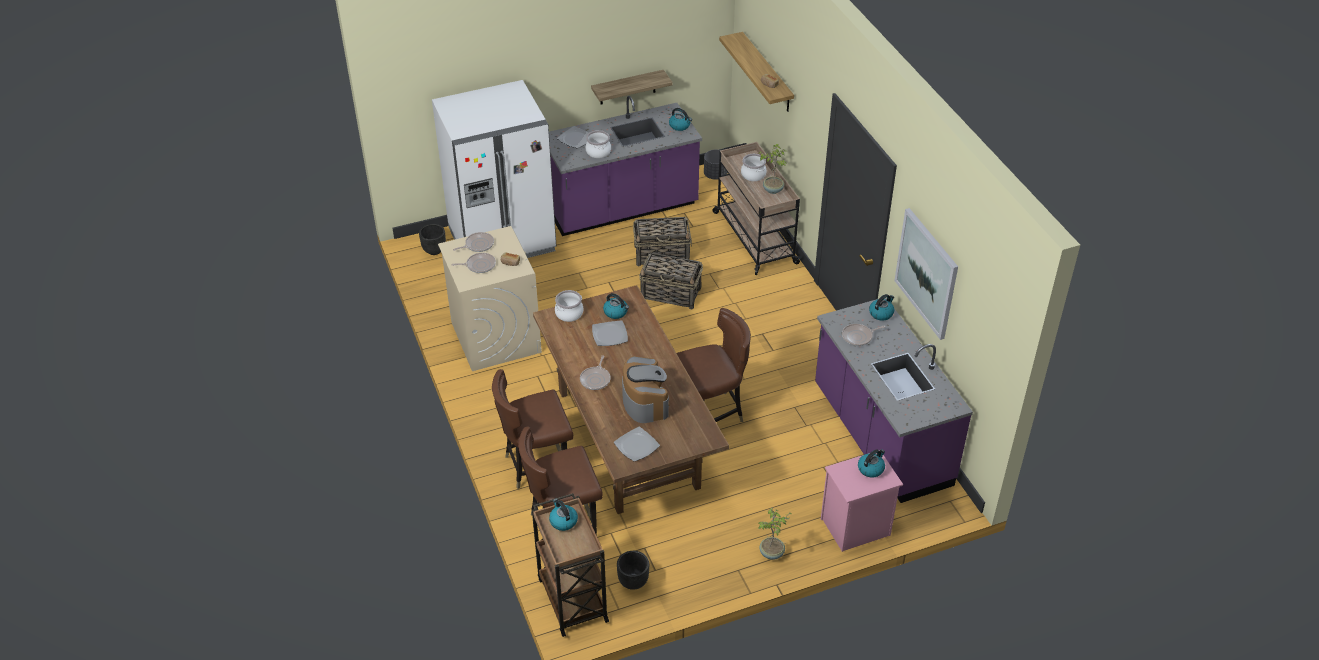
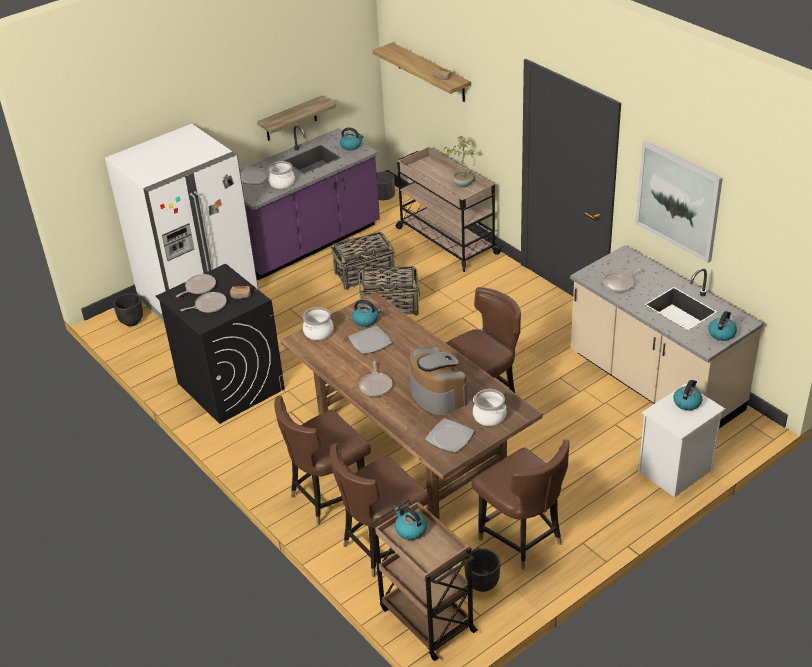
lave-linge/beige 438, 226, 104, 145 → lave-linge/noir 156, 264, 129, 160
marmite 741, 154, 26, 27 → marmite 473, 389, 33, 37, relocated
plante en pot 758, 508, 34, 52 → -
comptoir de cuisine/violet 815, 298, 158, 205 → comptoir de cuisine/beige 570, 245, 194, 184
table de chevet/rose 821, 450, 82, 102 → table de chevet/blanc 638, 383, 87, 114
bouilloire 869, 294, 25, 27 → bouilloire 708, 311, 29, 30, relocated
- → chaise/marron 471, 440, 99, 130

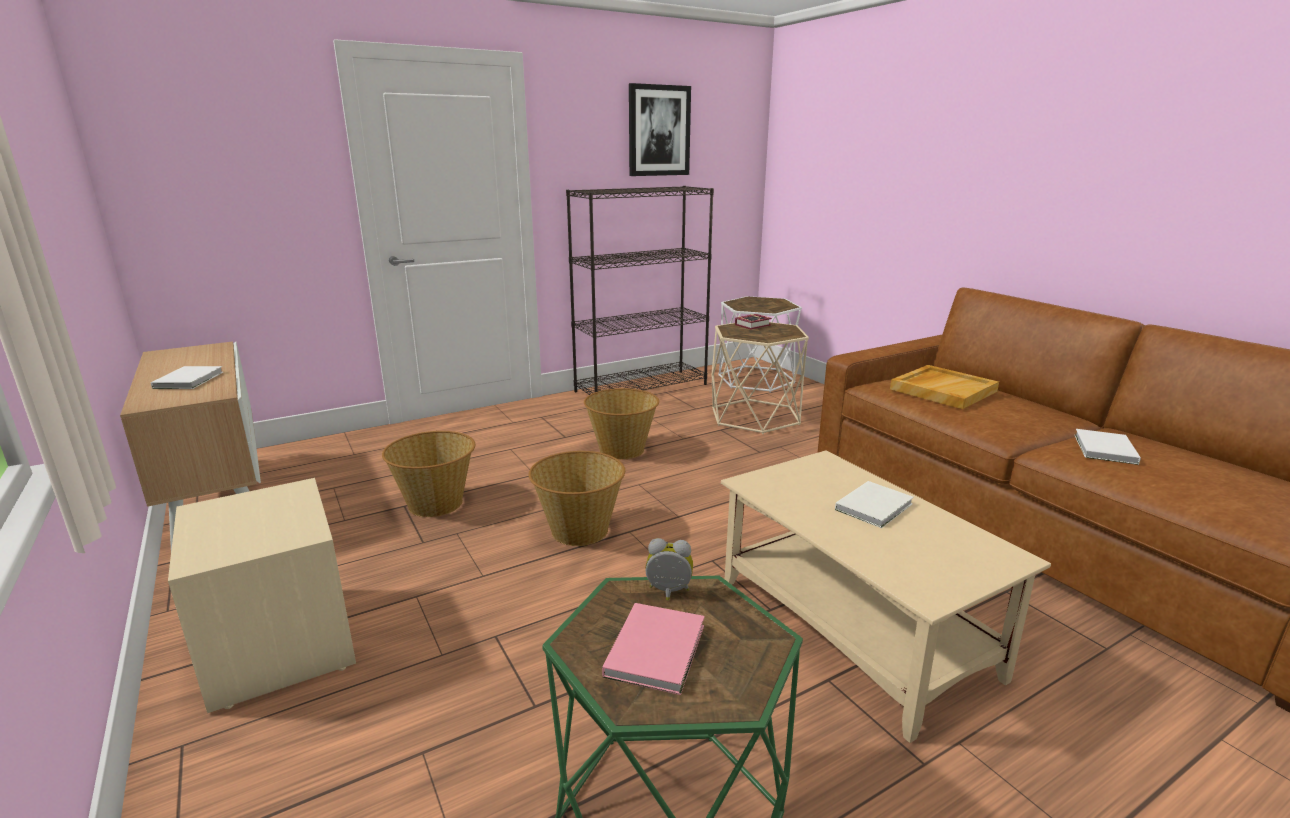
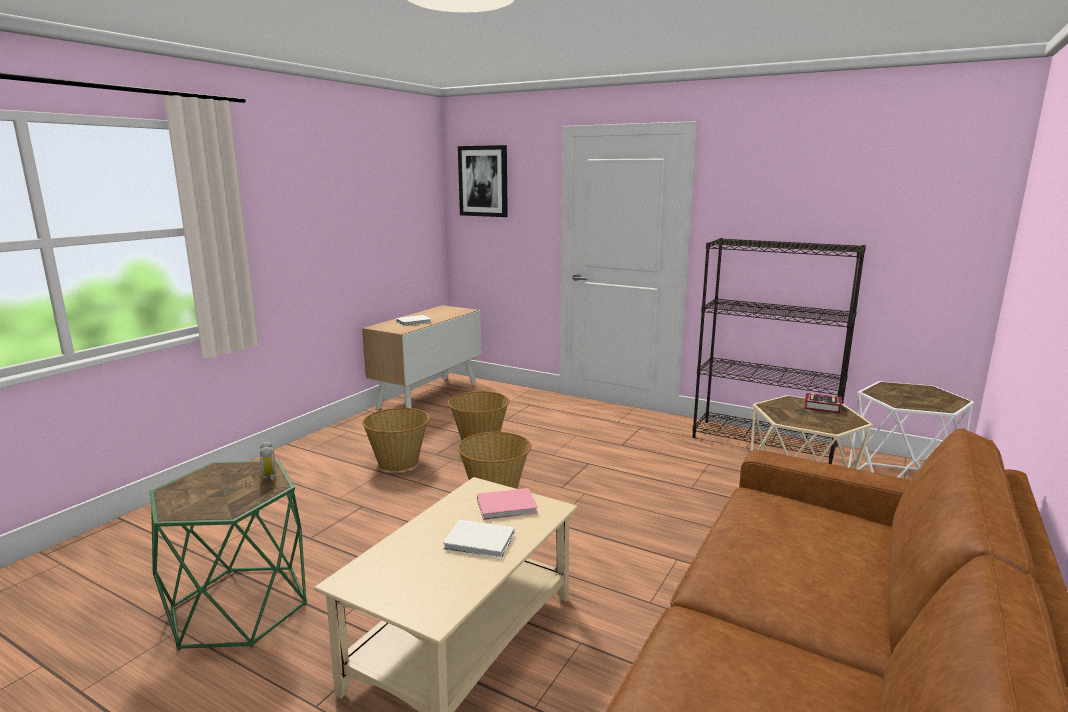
table de chevet/beige 168, 478, 188, 235 → -
panier 584, 388, 75, 72 → panier 362, 408, 68, 63, relocated
livre/rose 602, 603, 102, 92 → livre/rose 477, 488, 61, 32, relocated
tableau 629, 83, 62, 93 → tableau 458, 145, 50, 72, relocated
plateau/beige 890, 365, 109, 44 → -
livre/blanc 1075, 429, 66, 36 → -

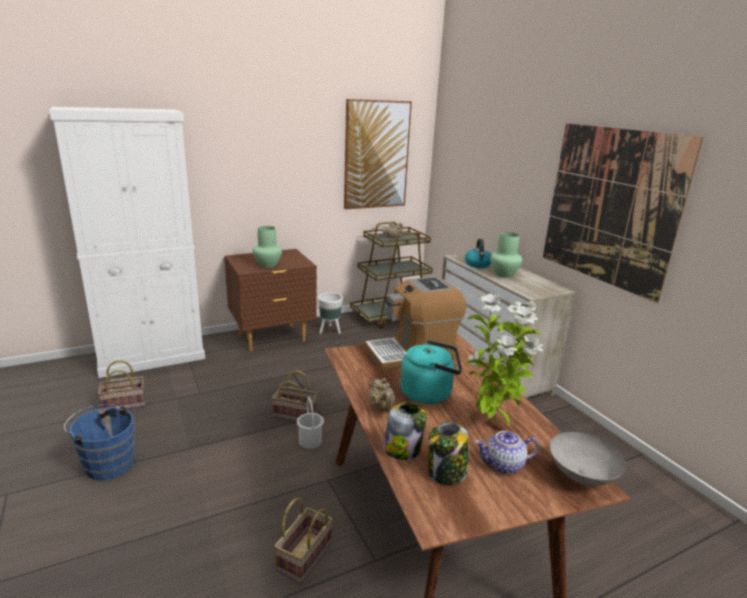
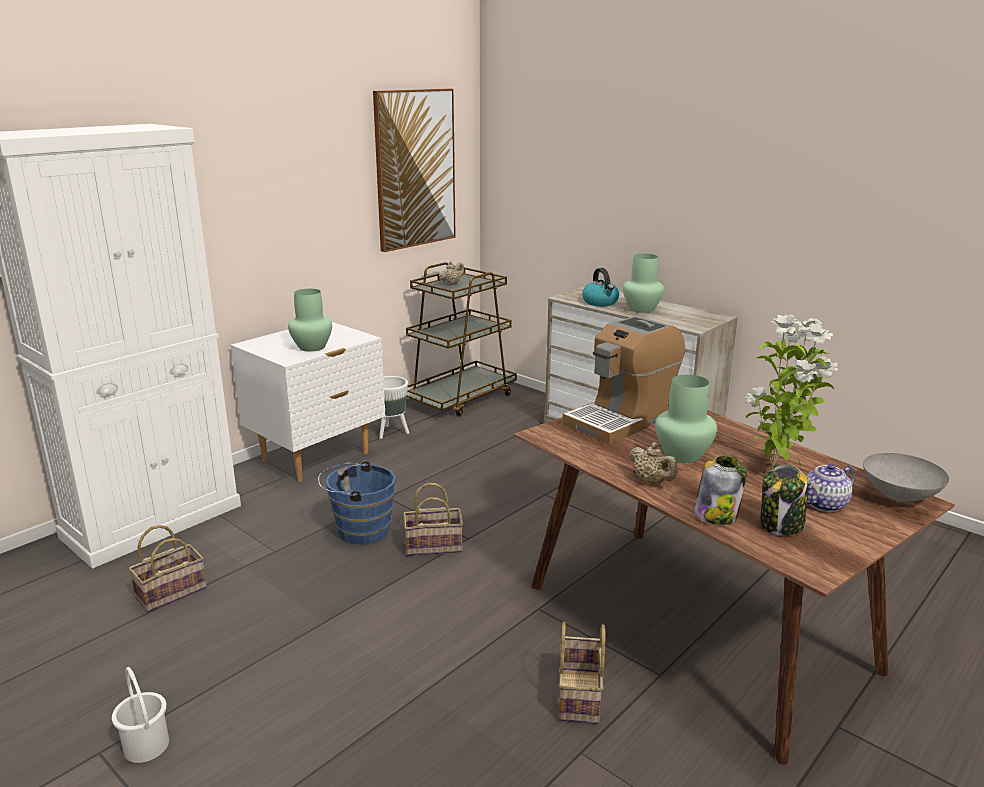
seau/bleu 64, 404, 70, 76 → seau/bleu 318, 461, 78, 84, relocated
table de chevet/marron 224, 249, 93, 102 → table de chevet/blanc 231, 322, 154, 160
seau/blanc 297, 397, 27, 52 → seau/blanc 112, 667, 57, 96, relocated
bouilloire/turquoise 400, 340, 62, 64 → vase/vert 655, 375, 62, 88
tableau 543, 123, 161, 180 → -

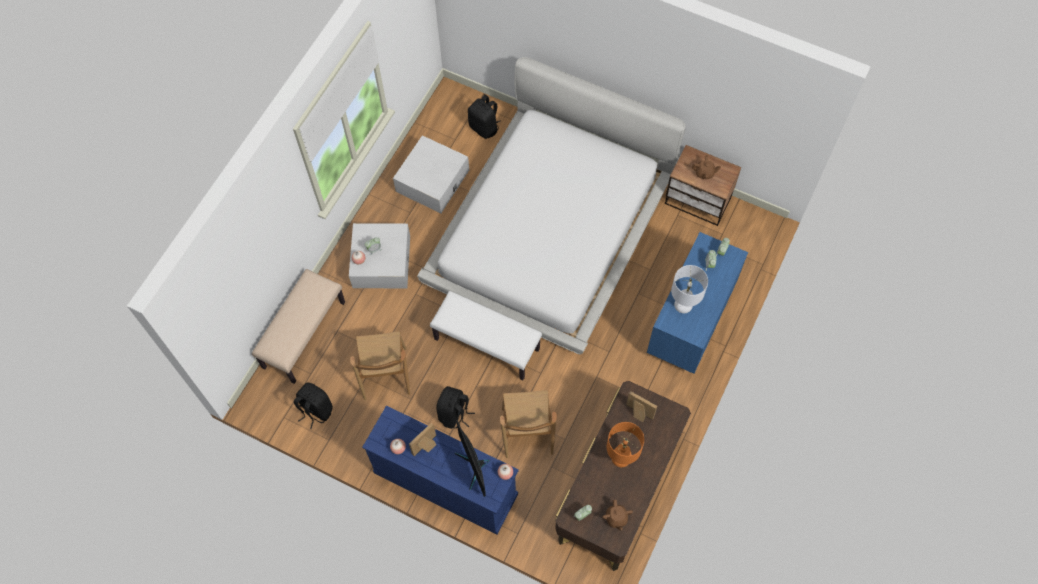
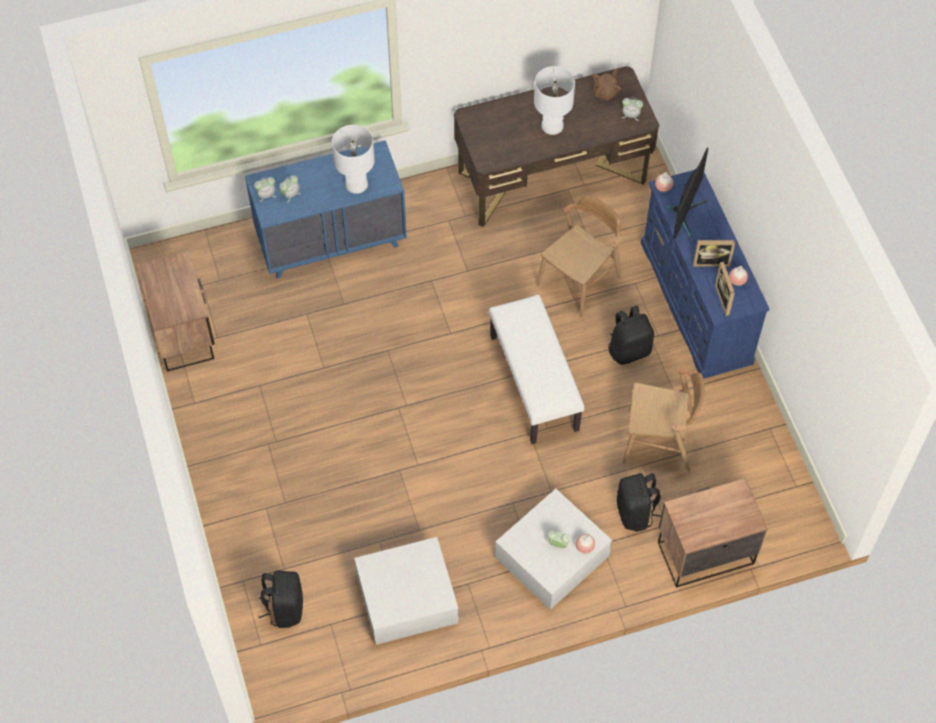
banc/beige 252, 269, 93, 115 → table de chevet 658, 478, 110, 110
sac à dos/noir 294, 383, 39, 46 → sac à dos/noir 617, 473, 44, 59, relocated
chaise/marron 350, 331, 60, 70 → chaise/marron 623, 367, 81, 105, 60 degrees clockwise
lit/blanc 417, 57, 269, 297 → -
lampe de table/orange 607, 422, 37, 45 → lampe de table/blanc 534, 66, 41, 69
cadre photo 626, 391, 31, 31 → cadre photo 715, 262, 20, 54, relocated
théière/marron 692, 155, 29, 24 → -

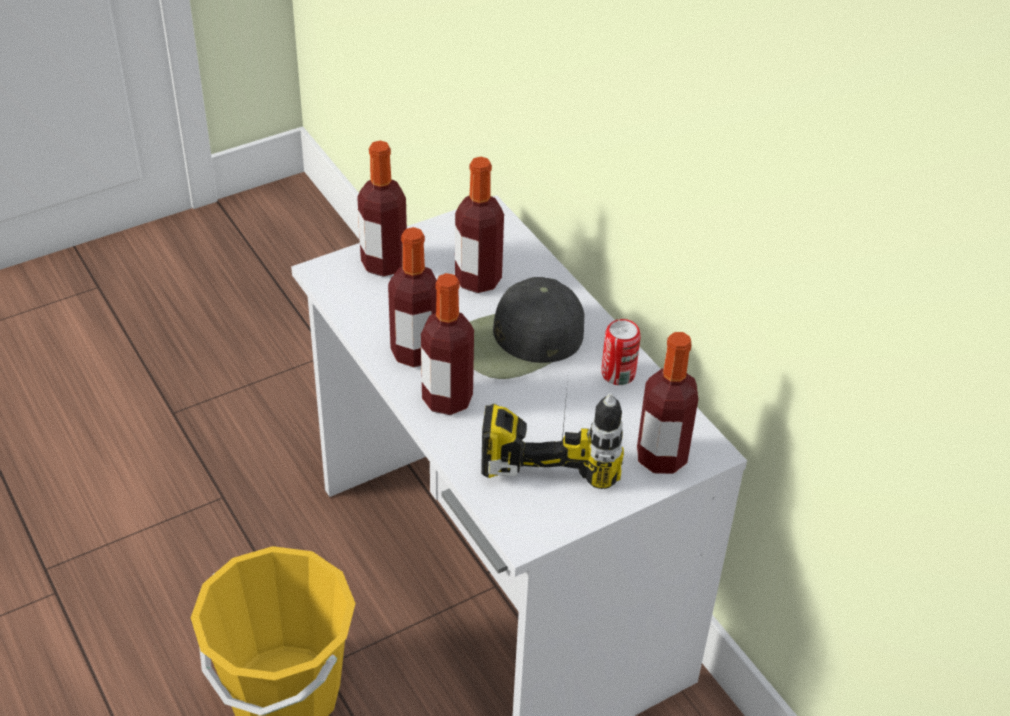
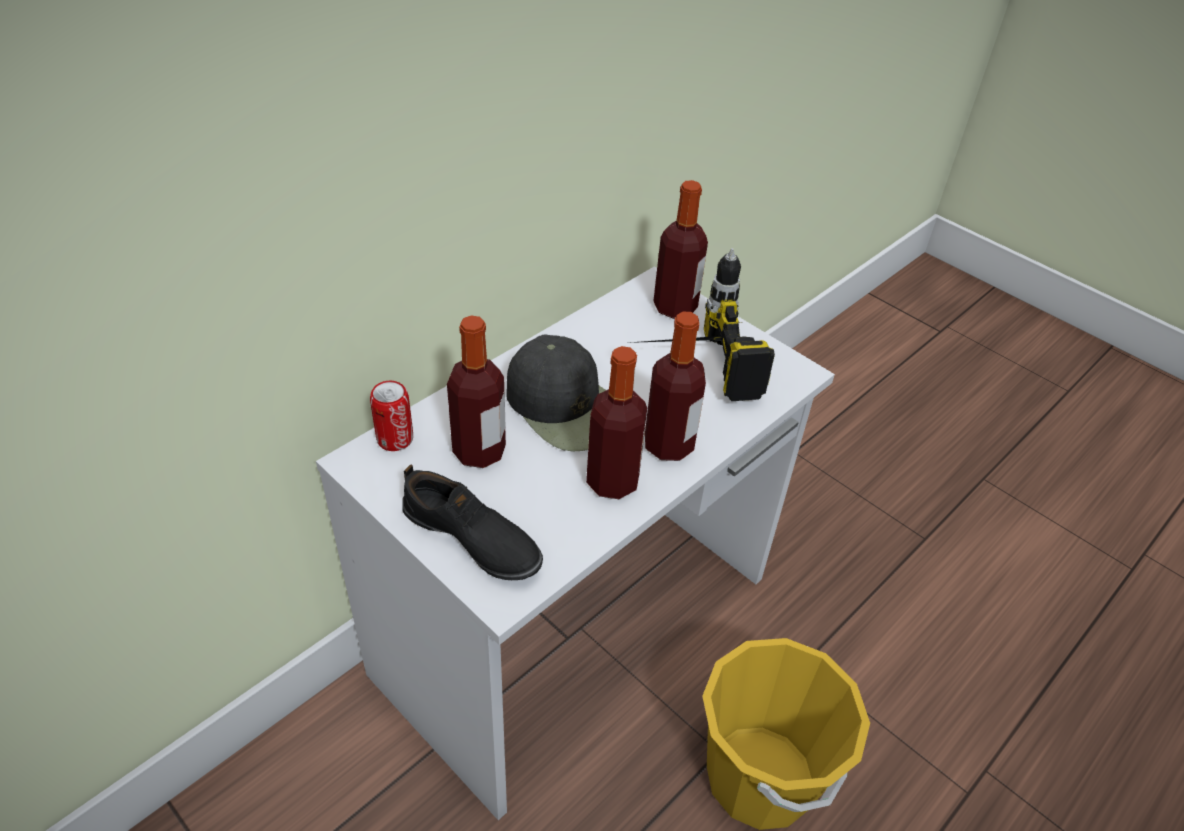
bouteille 357, 141, 50, 136 → chaussure/noir 402, 464, 141, 116
boîte métallique 601, 319, 40, 66 → boîte métallique 370, 381, 43, 70, relocated

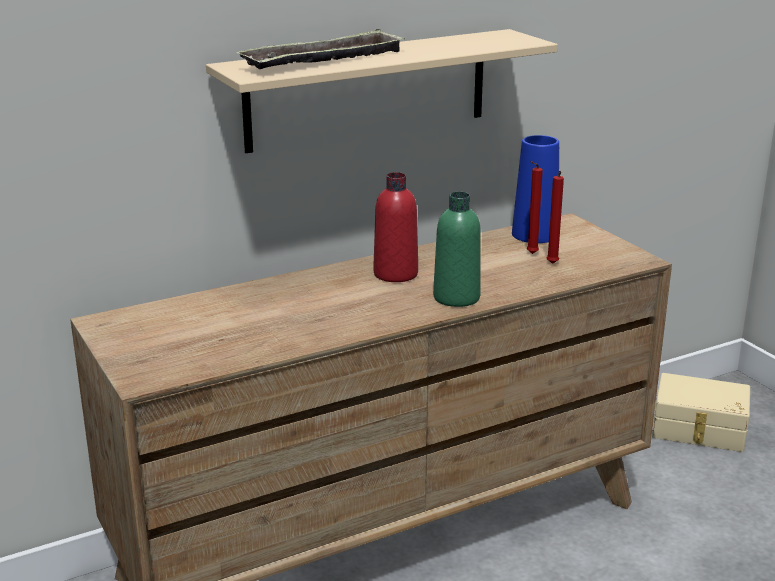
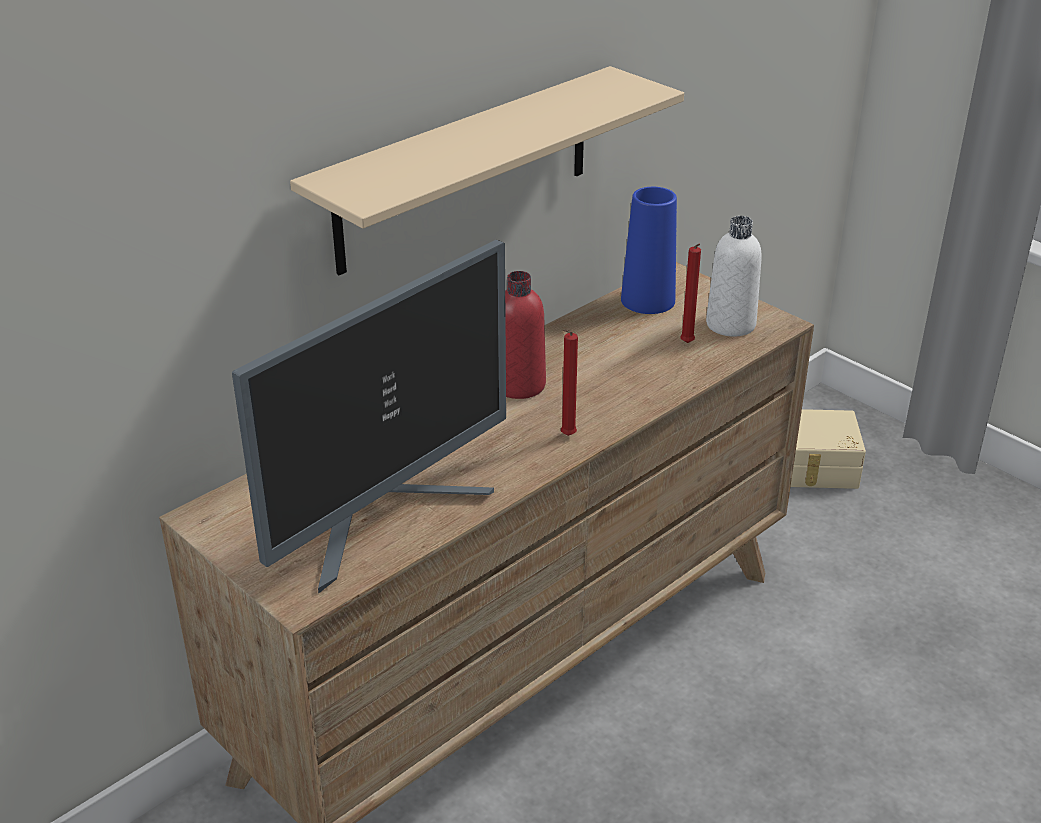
plateau 236, 29, 169, 40 → -
bouteille/vert 433, 192, 48, 115 → -
bougie/rouge 527, 161, 16, 93 → bougie/rouge 561, 330, 17, 106, relocated
- → écran d'ordinateur 232, 240, 274, 353
- → bouteille/blanc 706, 216, 56, 120

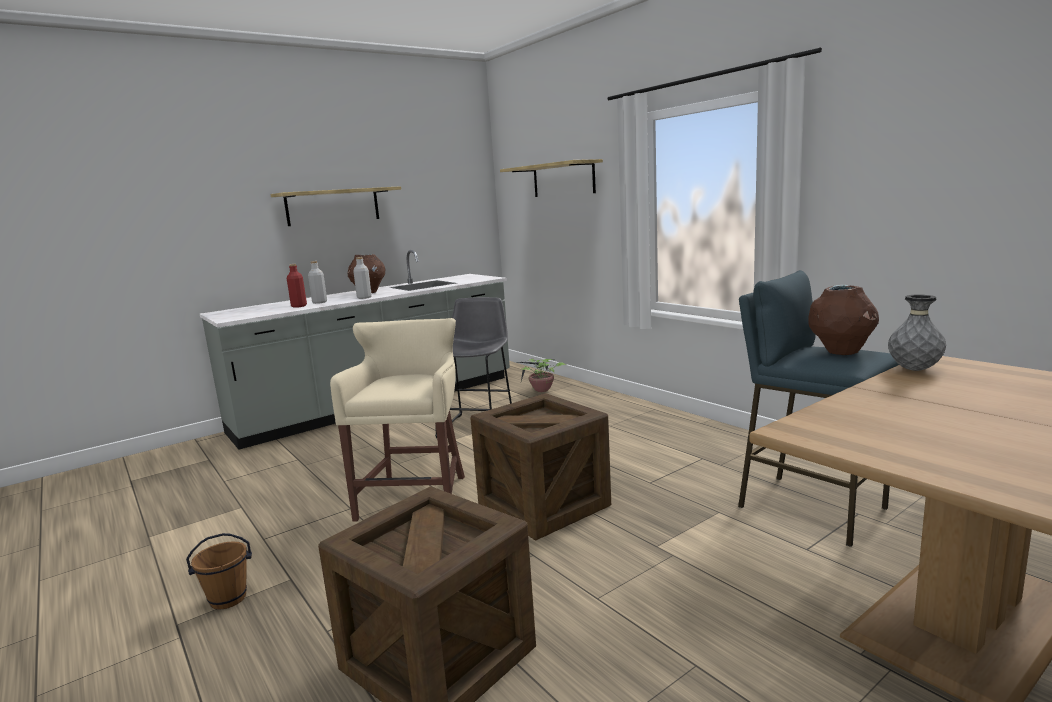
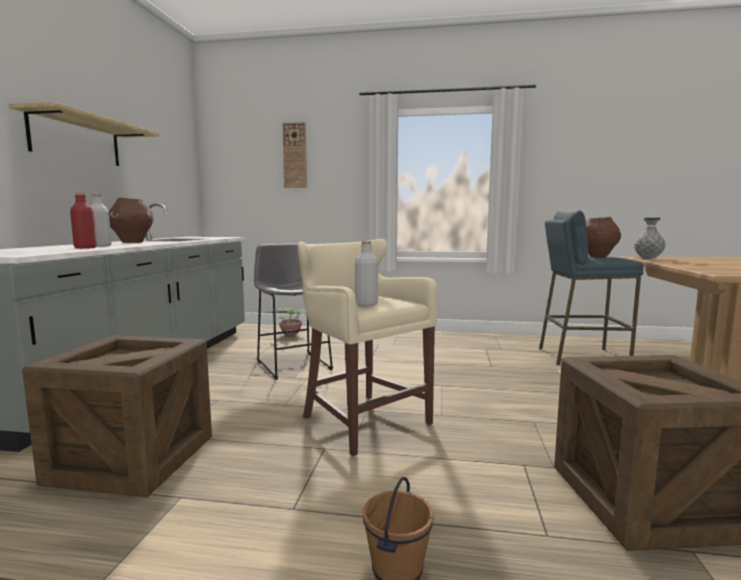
bouteille/gris 353, 257, 19, 42 → bouteille/gris 355, 241, 23, 65, relocated
caisse 470, 393, 141, 148 → caisse 22, 335, 190, 162, relocated
étagère 500, 159, 103, 38 → horloge murale 282, 122, 25, 66

